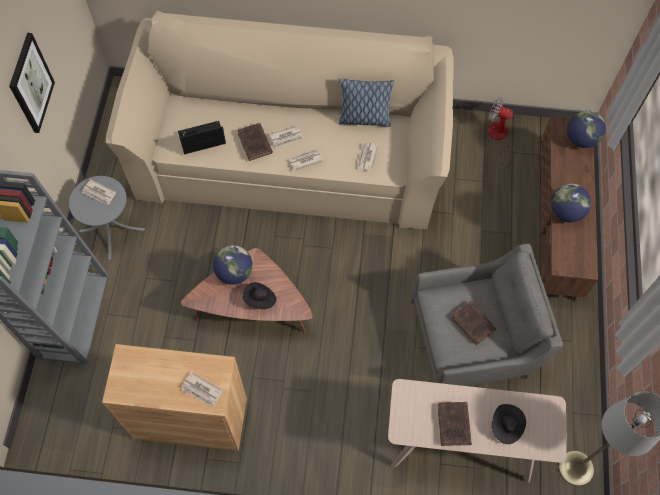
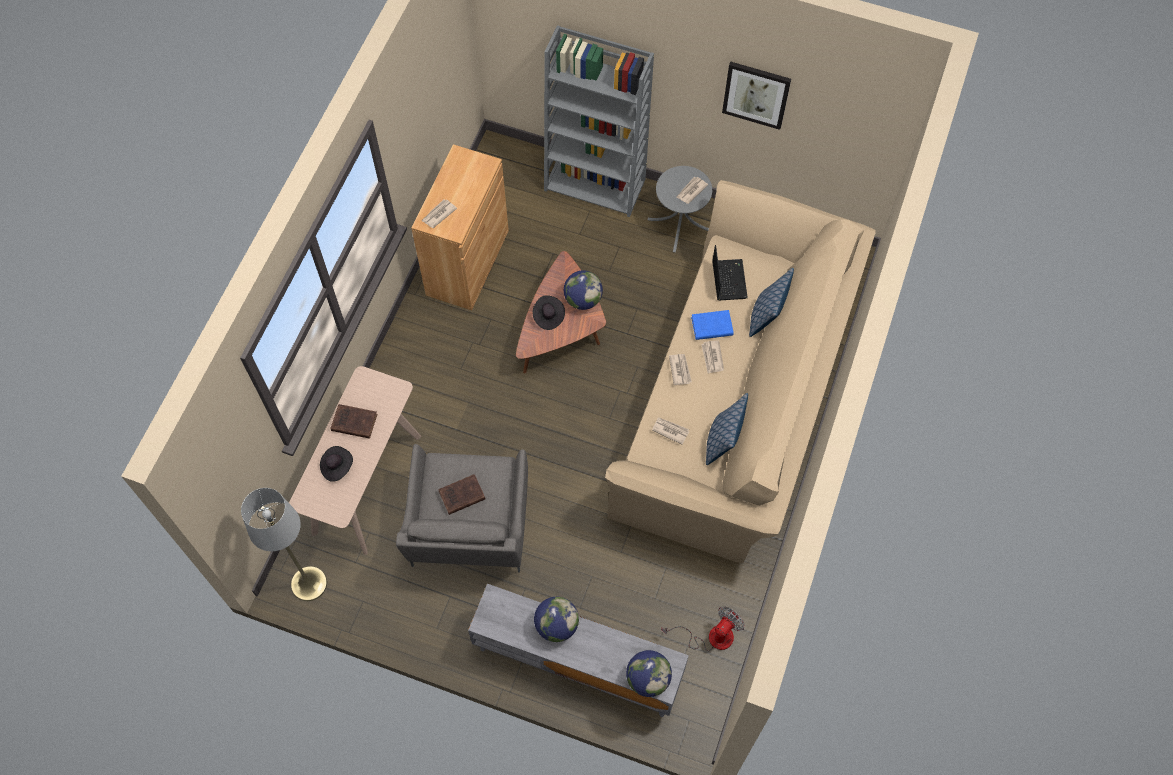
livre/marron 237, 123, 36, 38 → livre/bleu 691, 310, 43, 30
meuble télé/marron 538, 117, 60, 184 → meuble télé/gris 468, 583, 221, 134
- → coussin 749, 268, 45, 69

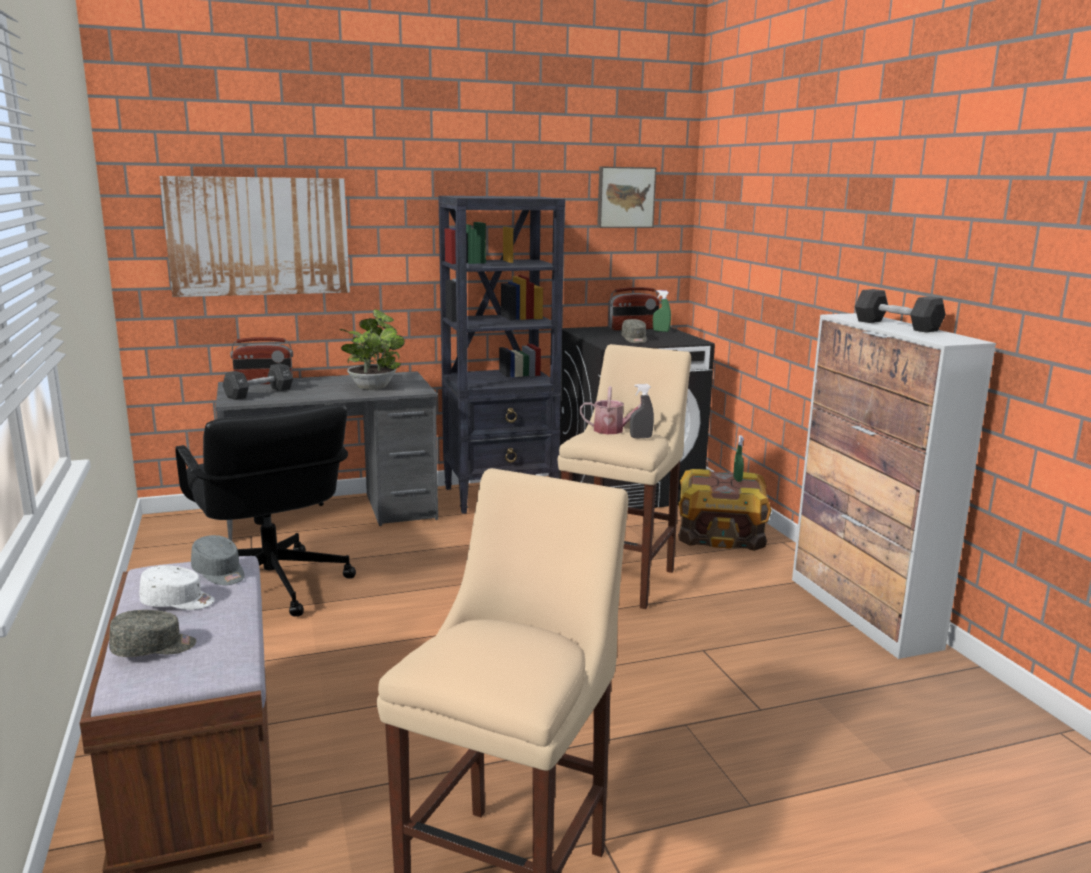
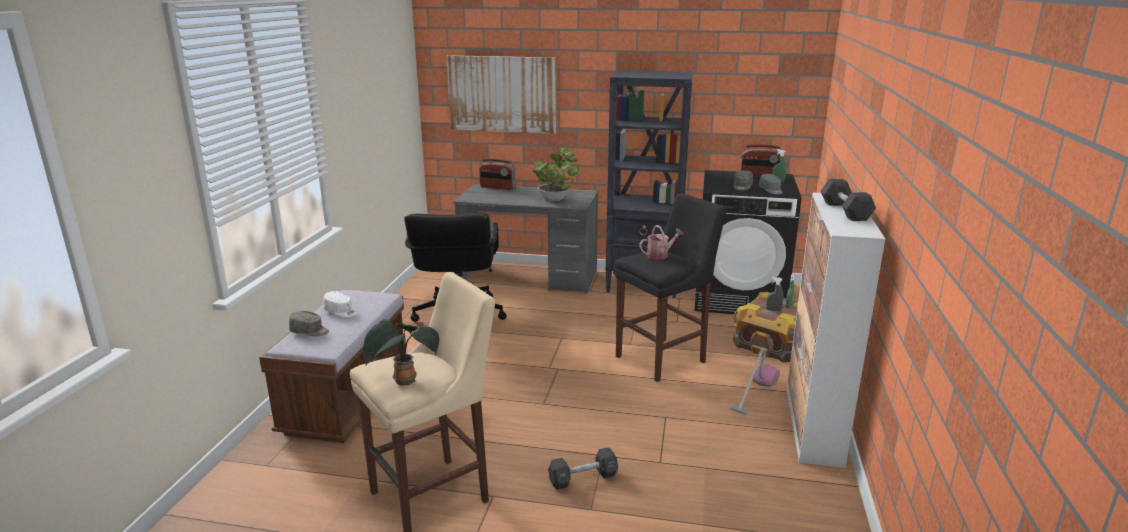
casquette/gris 191, 535, 54, 50 → casquette/gris 759, 174, 24, 20, relocated
haltère/noir 223, 364, 70, 36 → haltère/noir 548, 447, 70, 43, relocated
tabouret/beige 558, 344, 133, 265 → tabouret/noir 614, 193, 112, 189
arrosoir 580, 386, 62, 48 → arrosoir 639, 225, 45, 34, 60 degrees counterclockwise
tableau 597, 166, 59, 62 → -
vaporisateur/gris 630, 384, 24, 54 → vaporisateur/gris 766, 277, 17, 35, relocated
- → plante en pot 363, 319, 76, 67
- → aspirateur 730, 347, 50, 68

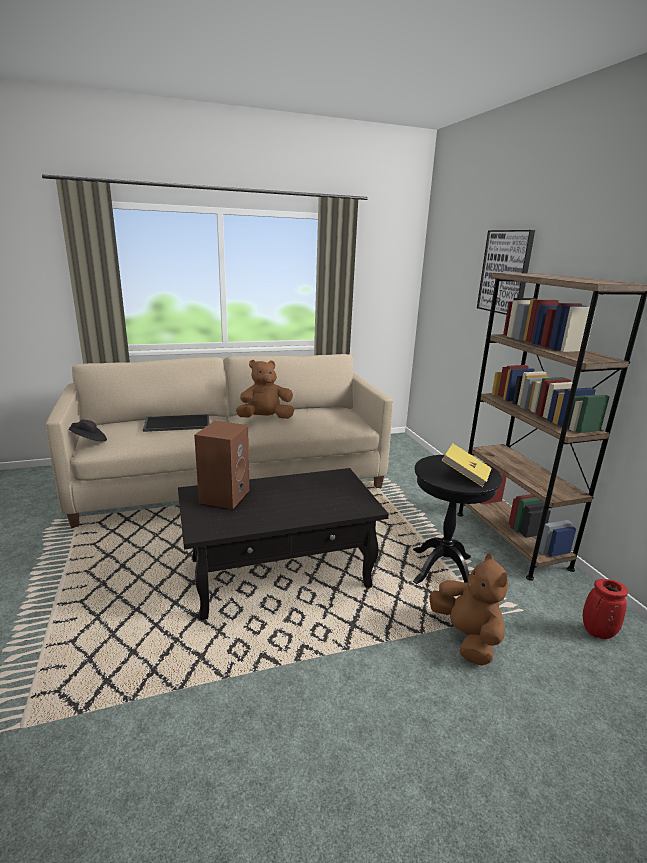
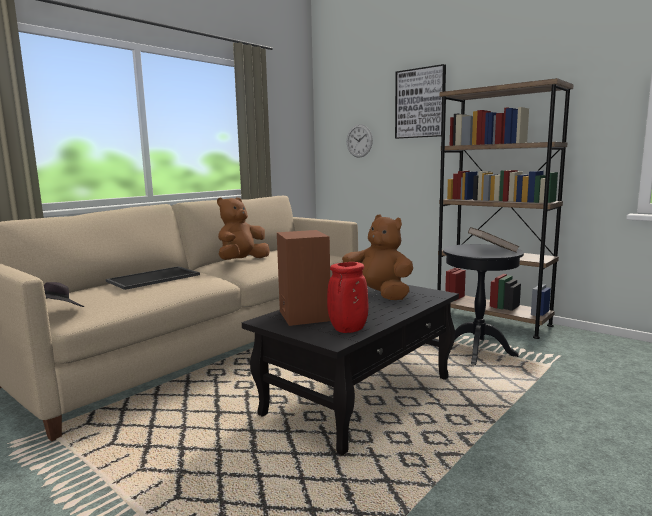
peluche/marron 429, 553, 79, 112 → peluche/marron 342, 214, 71, 86, relocated
livre/jaune 442, 443, 50, 44 → livre/marron 468, 227, 52, 26
vase/rouge 583, 579, 45, 60 → vase/rouge 327, 262, 41, 71, relocated
- → horloge murale 347, 124, 26, 34

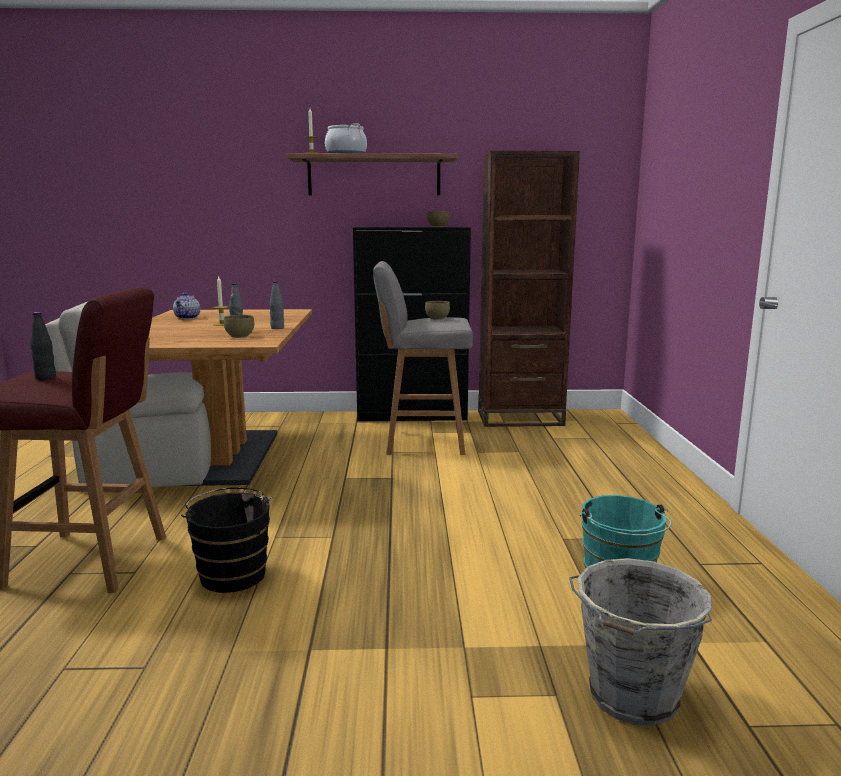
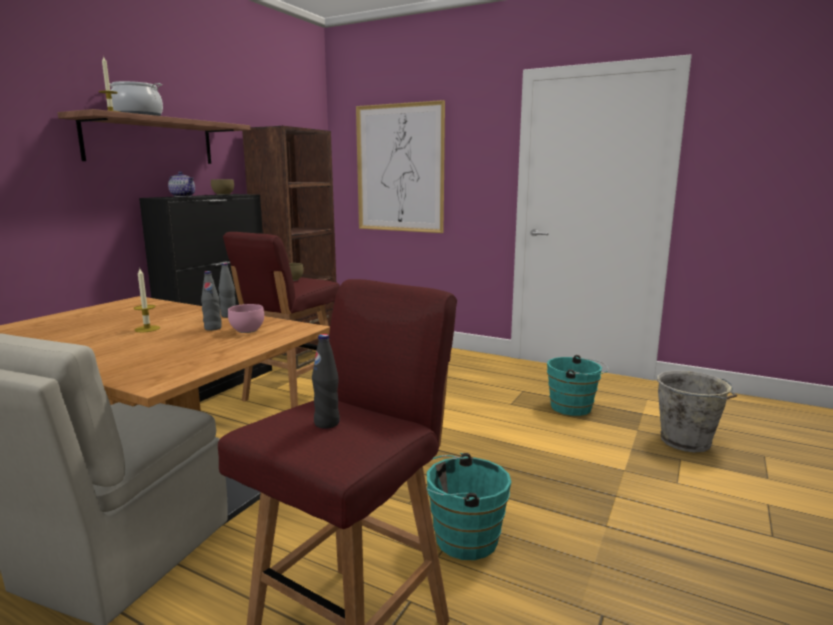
théière 173, 292, 27, 27 → théière 168, 171, 27, 26, relocated
seau/noir 181, 487, 91, 106 → seau/turquoise 427, 453, 84, 107
bol/marron 224, 315, 30, 23 → bol/rose 228, 304, 36, 29
tabouret/gris 373, 261, 100, 194 → tabouret/rouge 223, 232, 117, 176
- → tableau 356, 100, 89, 133

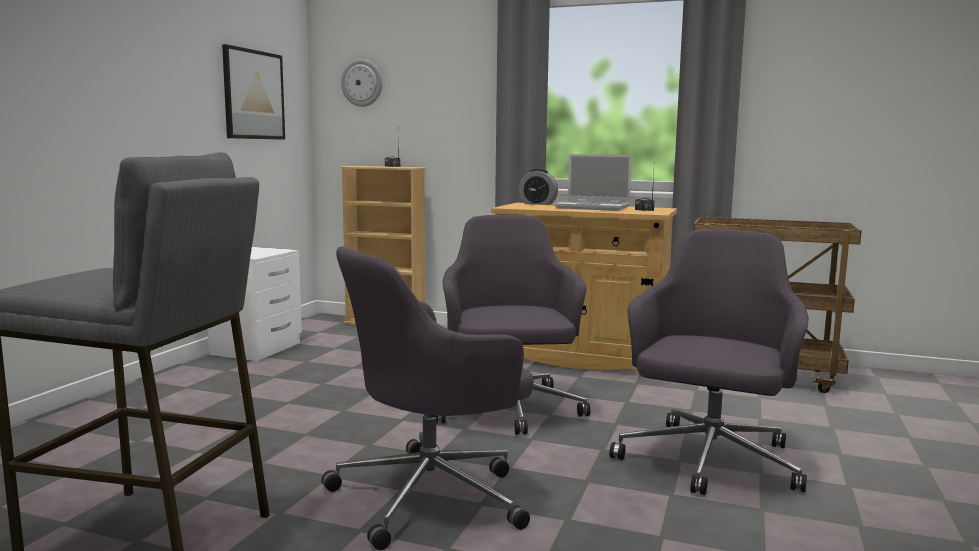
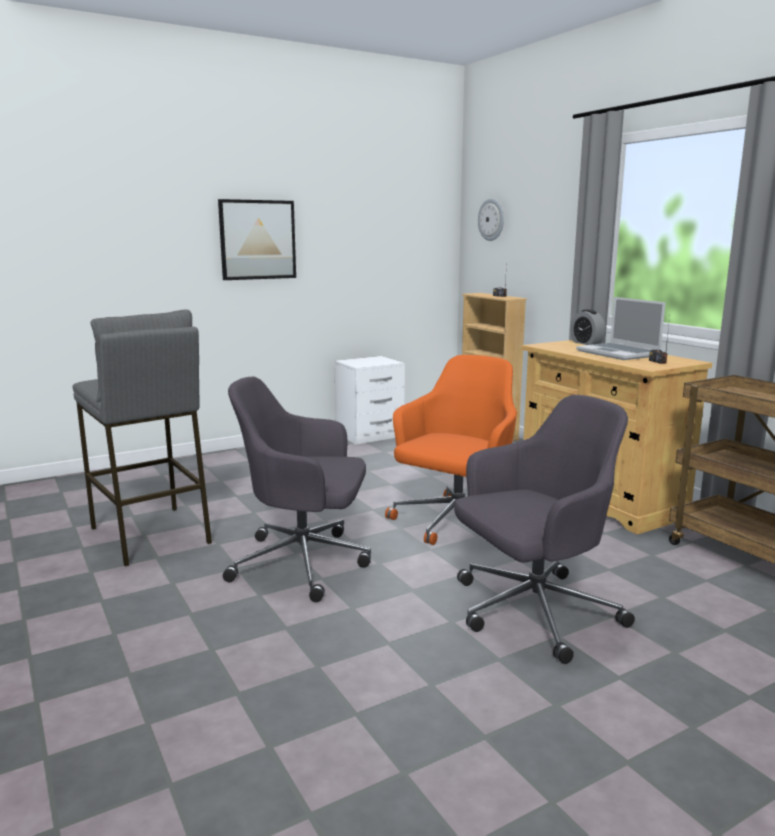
tableau 222, 44, 63, 96 → tableau 218, 199, 78, 81, relocated
chaise de bureau/gris 436, 215, 154, 220 → chaise de bureau/orange 385, 355, 132, 190

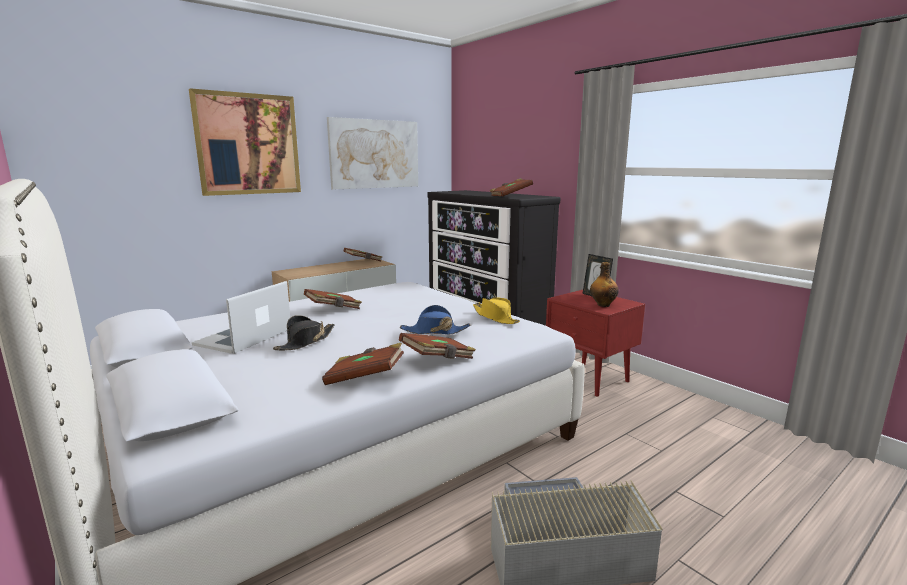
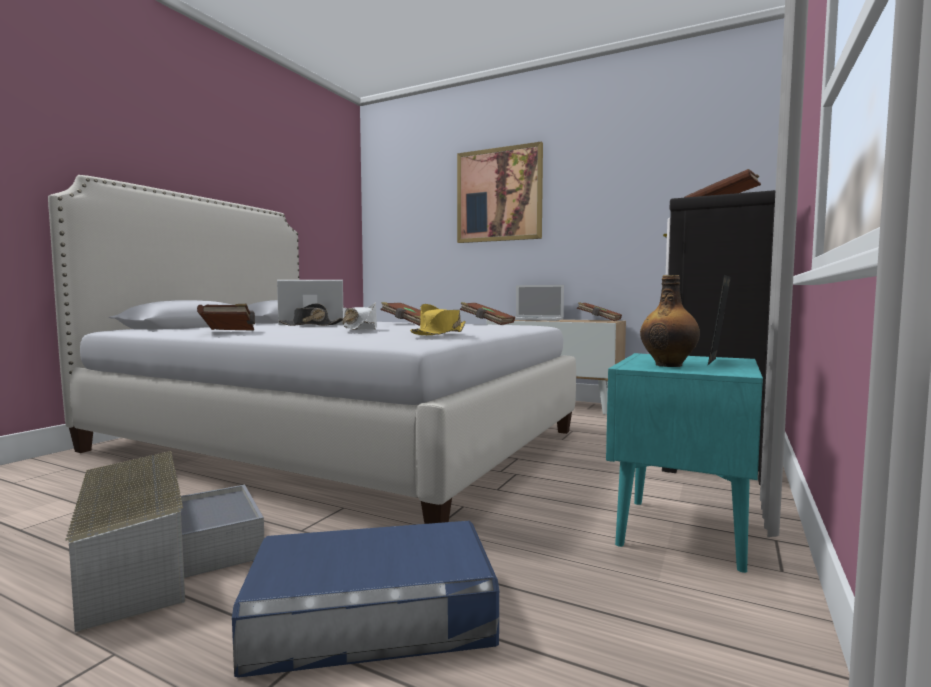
tableau 327, 117, 91, 72 → -
livre/marron 399, 333, 77, 26 → livre/marron 460, 302, 55, 23, relocated
chapeau/bleu 400, 305, 71, 29 → chapeau/blanc 342, 302, 35, 28
table de chevet/rouge 546, 290, 99, 107 → table de chevet/turquoise 606, 353, 157, 220
- → boîte de rangement/bleu 232, 521, 267, 157
- → ordinateur portable 515, 285, 49, 36

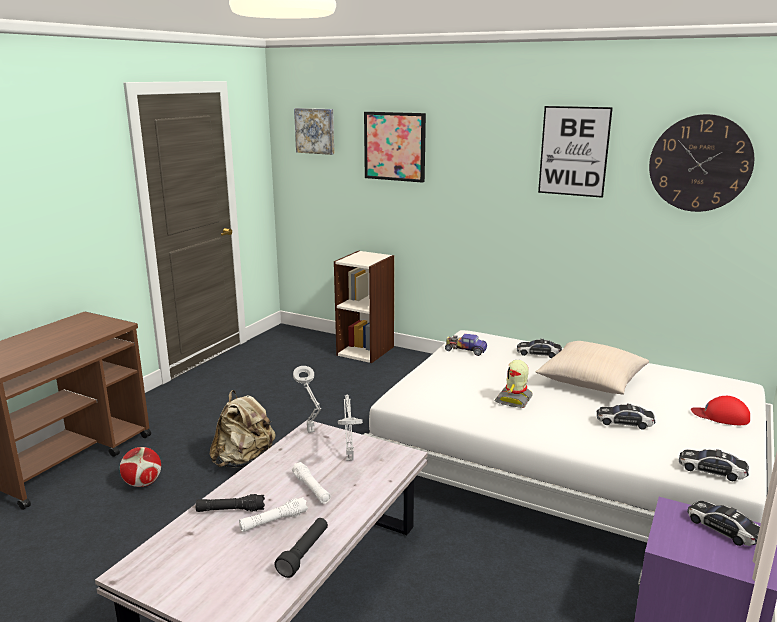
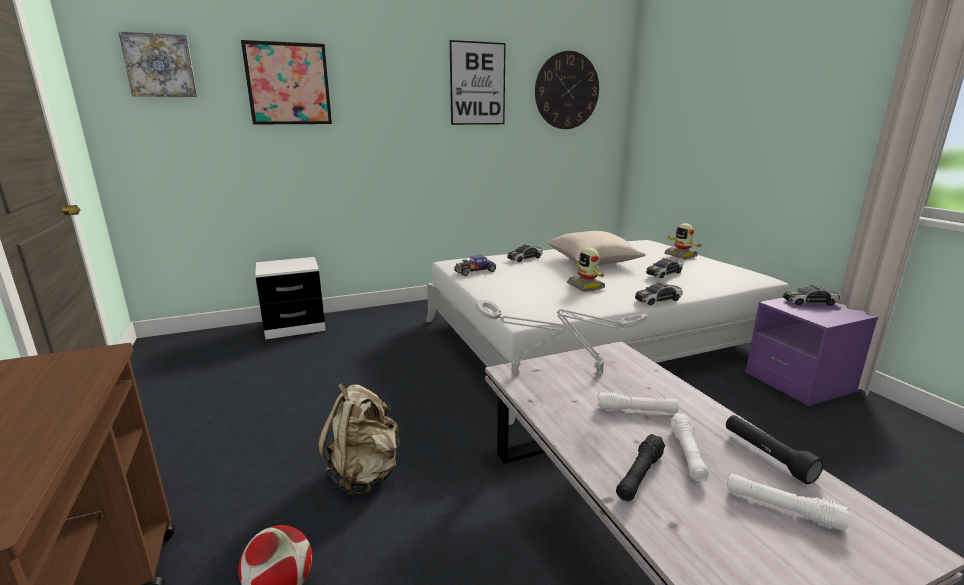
bibliothèque 334, 251, 60, 112 → table de chevet/blanc 255, 257, 71, 82
petite voiture 679, 449, 70, 32 → petite voiture 635, 282, 48, 23, relocated
casquette/rouge 691, 396, 59, 29 → robot jouet 664, 223, 37, 36
- → lampe de poche/blanc 727, 473, 123, 59

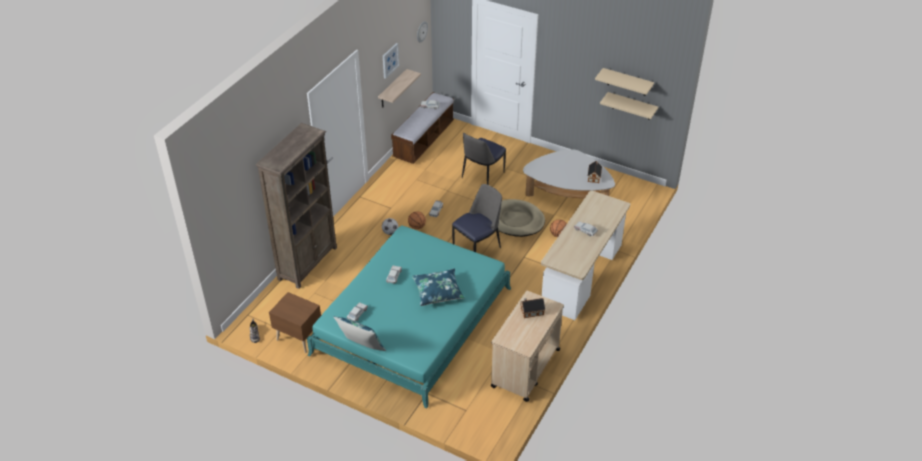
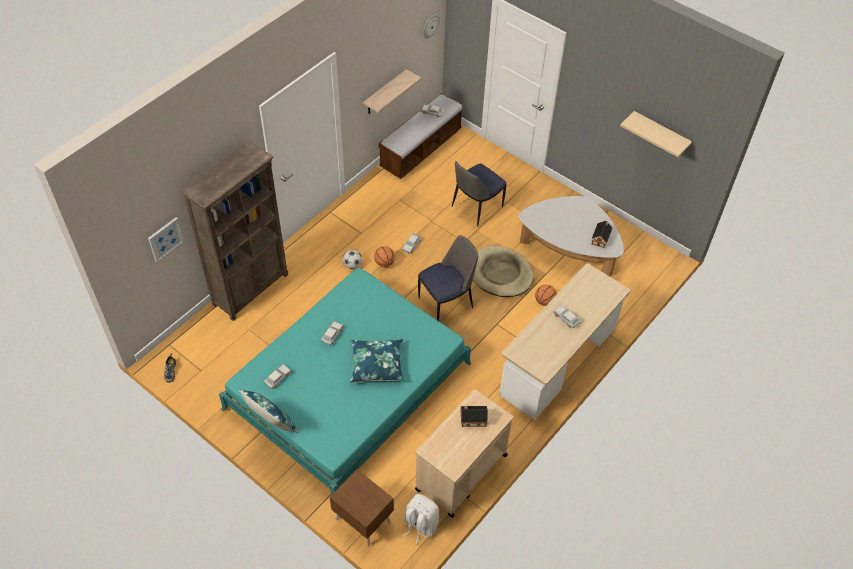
table de chevet/marron 269, 292, 52, 61 → table de chevet/marron 330, 469, 64, 78, relocated
tableau 383, 43, 16, 36 → tableau 148, 217, 36, 45, relocated
étagère/beige 600, 92, 58, 28 → -
- → sac à dos/blanc 403, 494, 36, 50

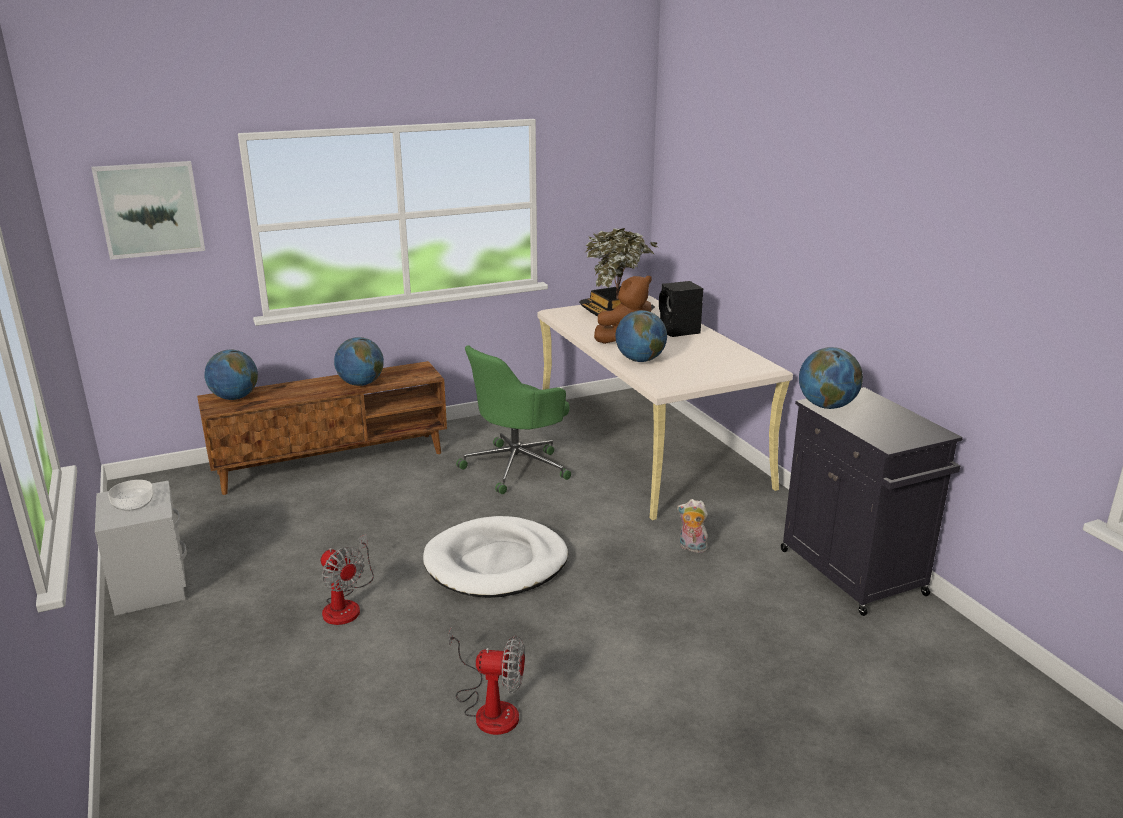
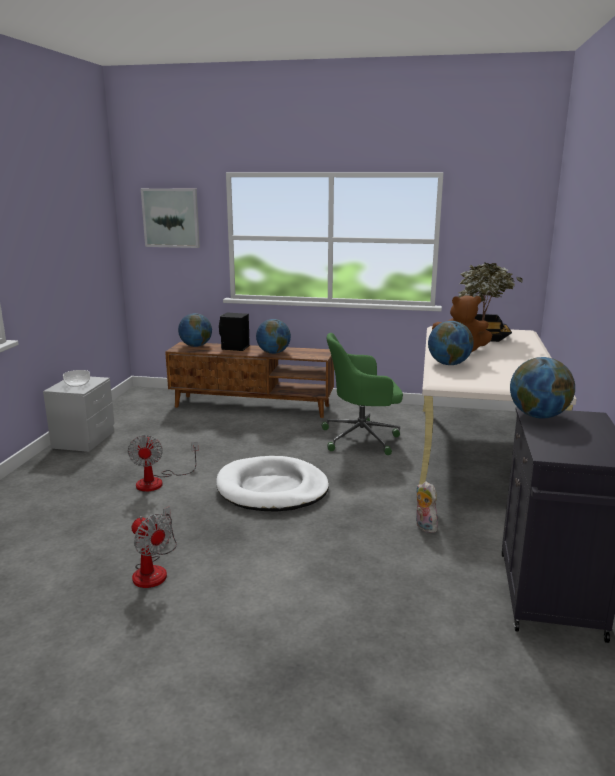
enceinte/noir 659, 281, 44, 56 → enceinte/noir 219, 312, 31, 39, relocated

